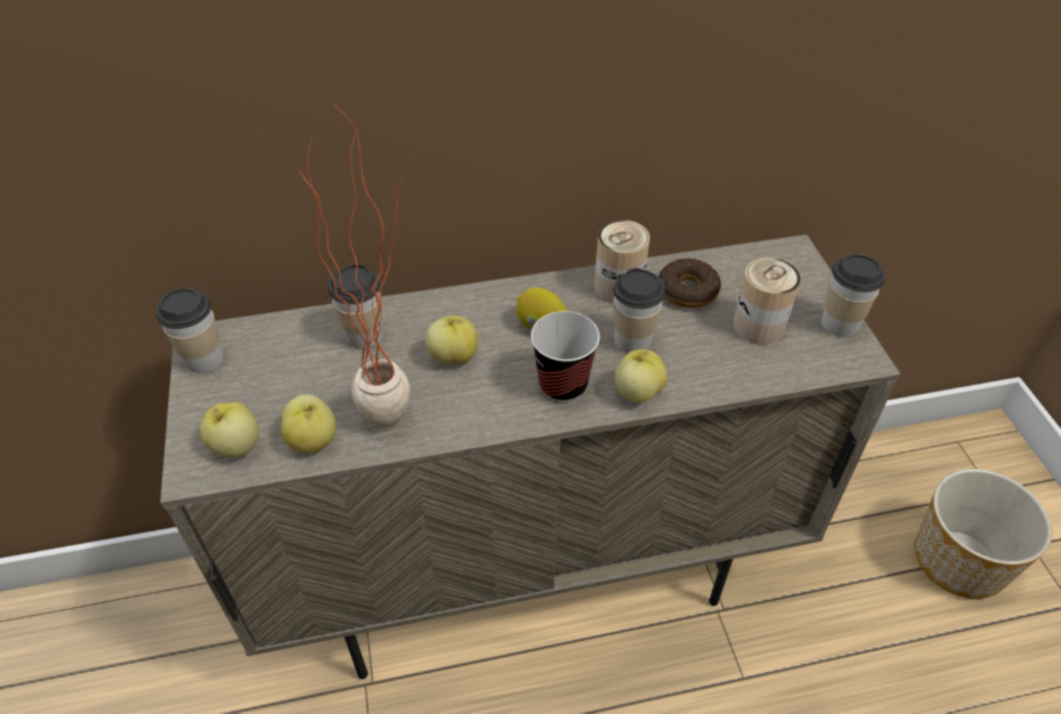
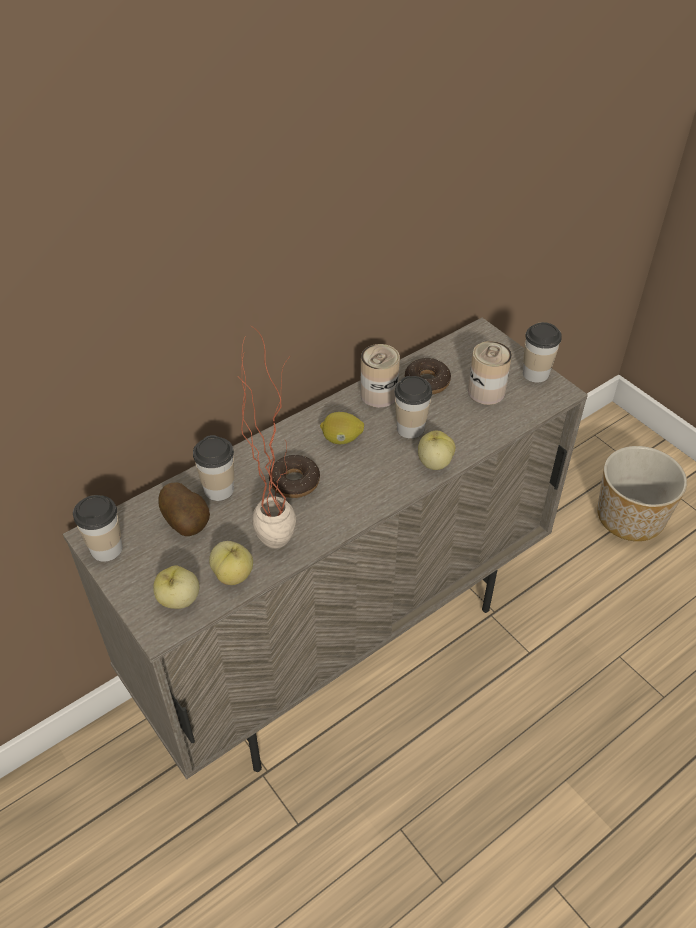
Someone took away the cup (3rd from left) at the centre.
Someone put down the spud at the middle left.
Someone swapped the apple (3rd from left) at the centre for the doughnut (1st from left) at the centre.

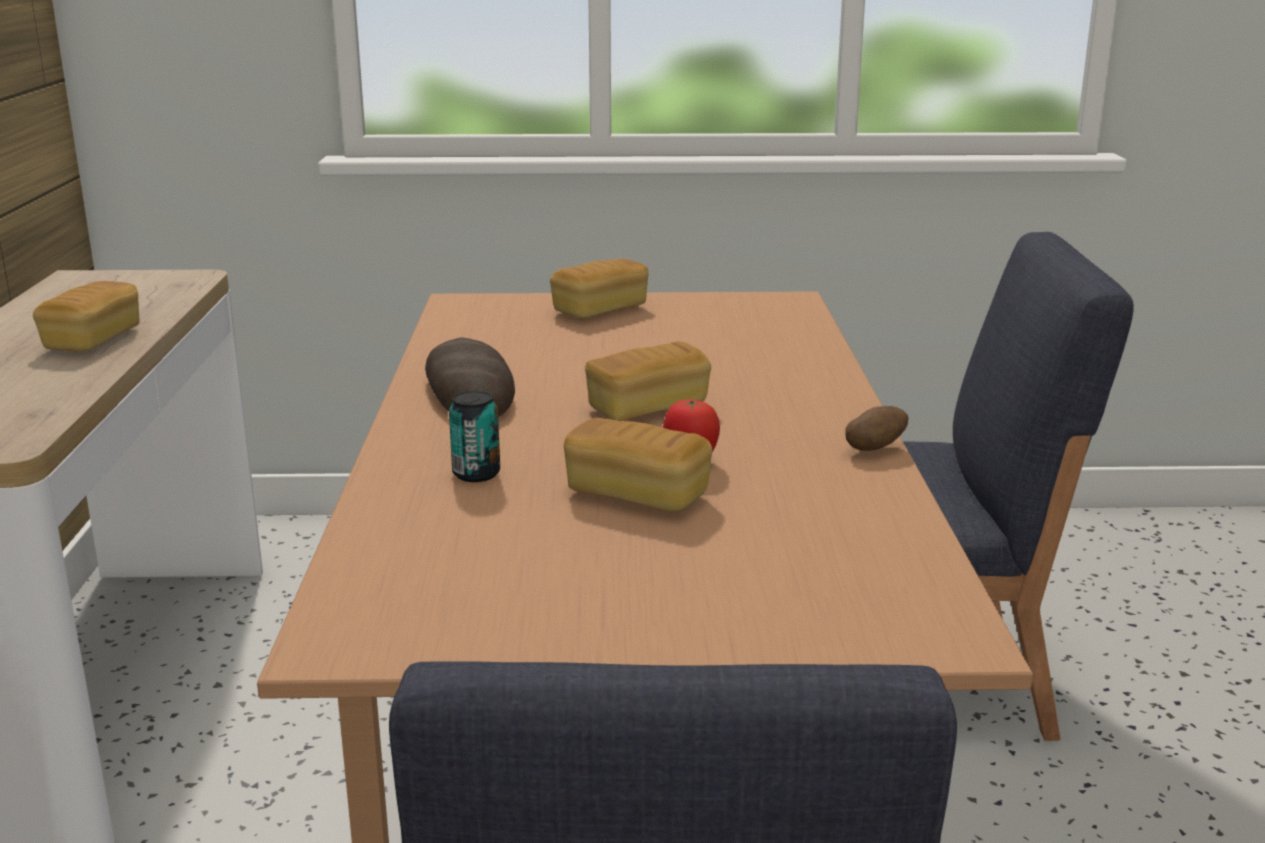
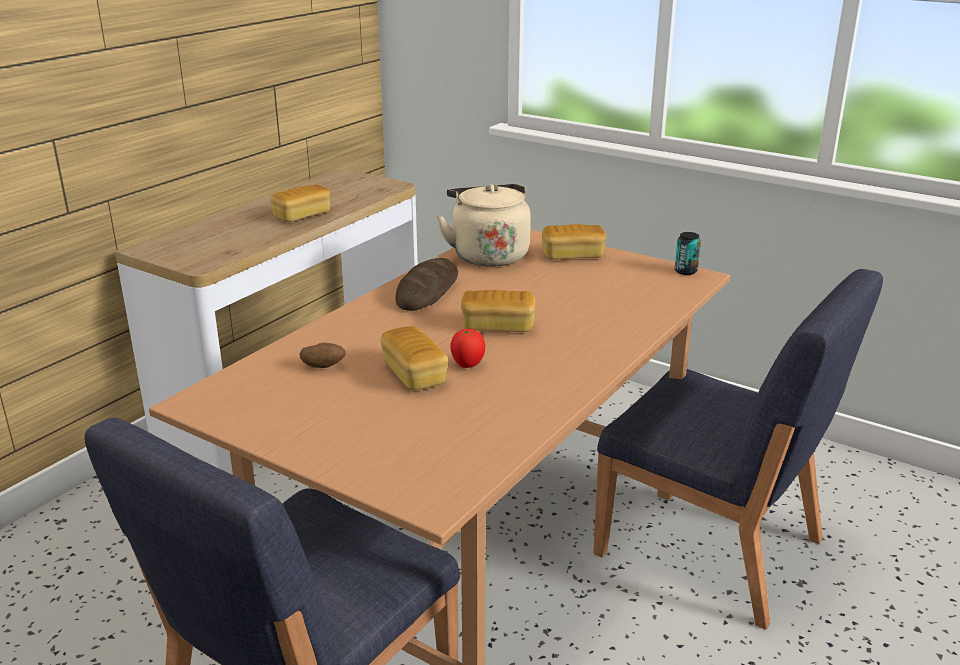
Someone put down the sand-coloured_tea_kettle at the centre.
Someone carried the metal_can from the centre to the middle right.
Someone carried the spud from the middle right to the centre.

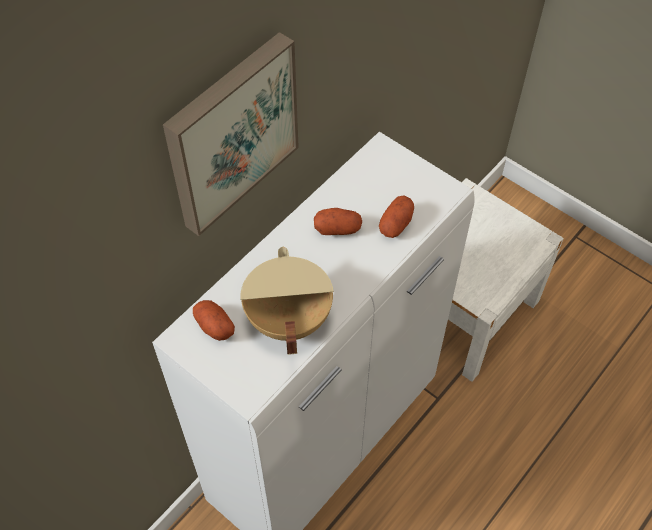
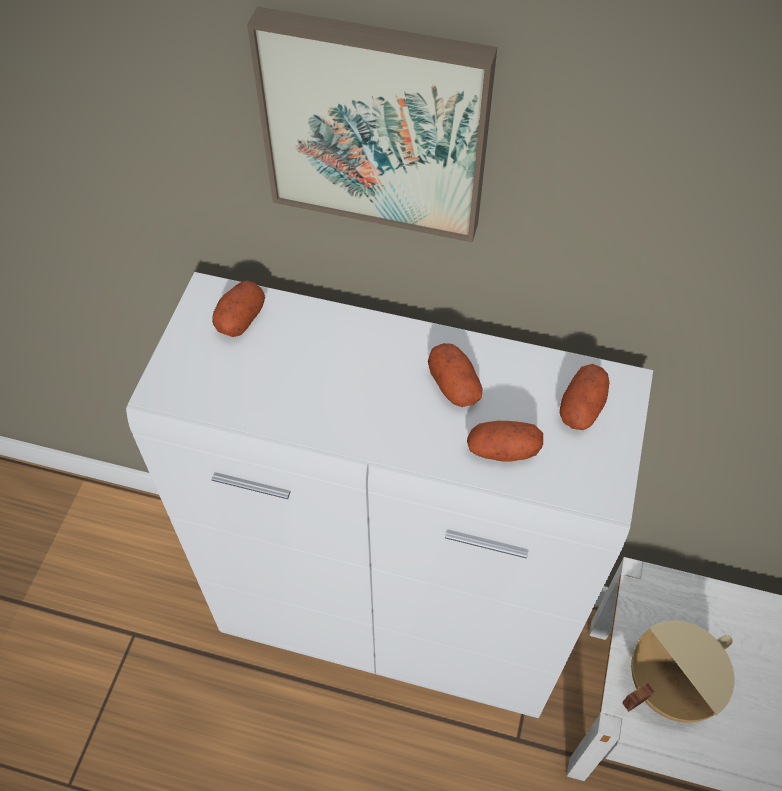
Someone put down the spud (4th from left) at the middle right.
Someone carried the sand-coloured_stockpot from the centre to the bottom right.

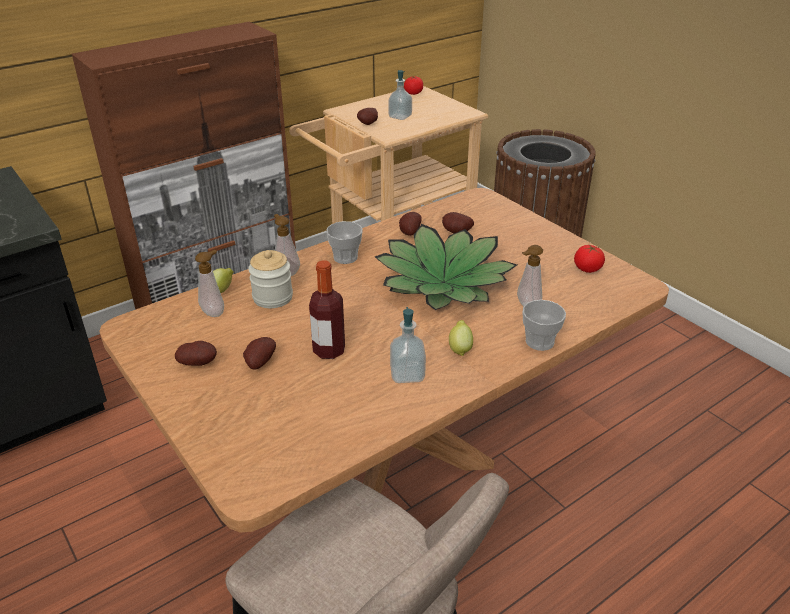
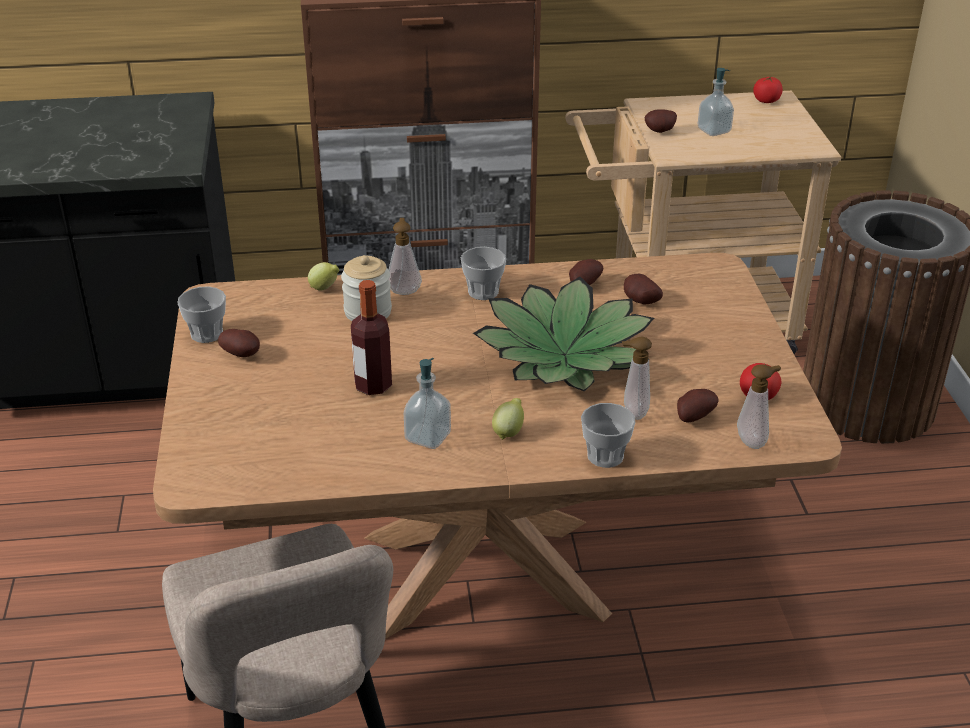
Someone put down the cup (1st from left) at the middle left.
Someone carried the liquid_soap_bottle (1st from left in the first image) from the middle left to the middle right.
Someone carried the spud (2nd from left in the first image) from the middle left to the middle right.

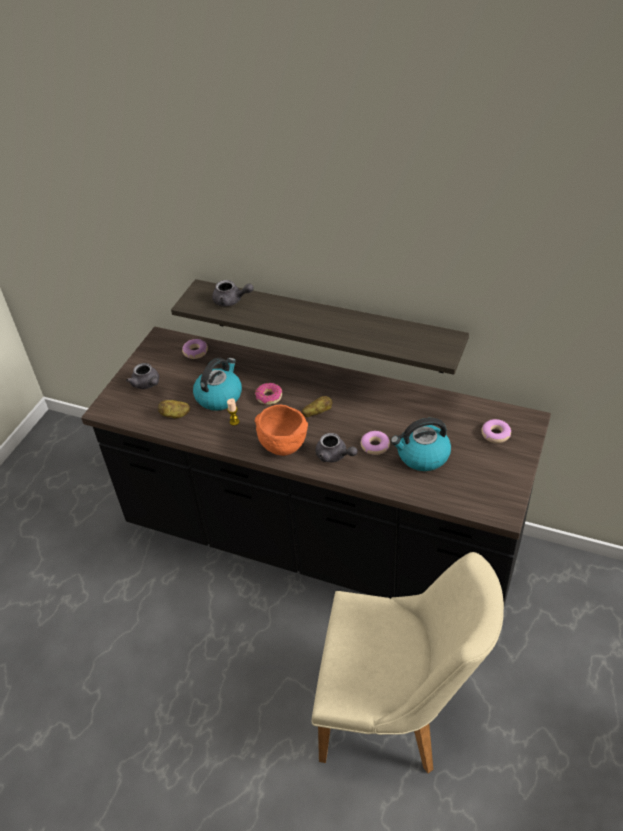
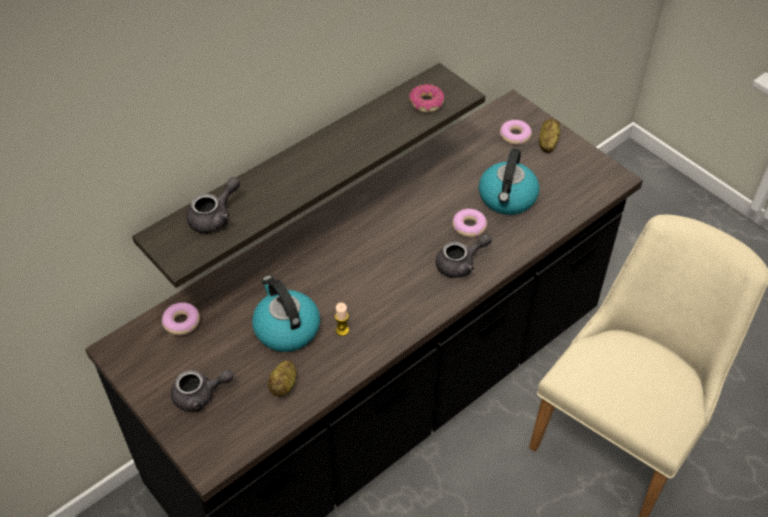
Someone took away the orange-coloured_deep_dish at the centre.
Someone carried the doughnut (2nd from left) from the centre to the top centre.
Someone carried the spud (2nd from left) from the centre to the top right.

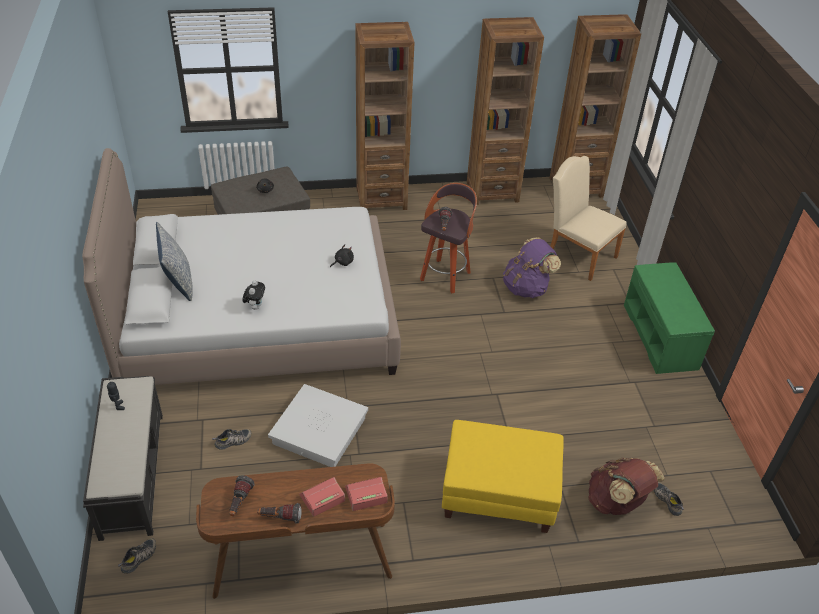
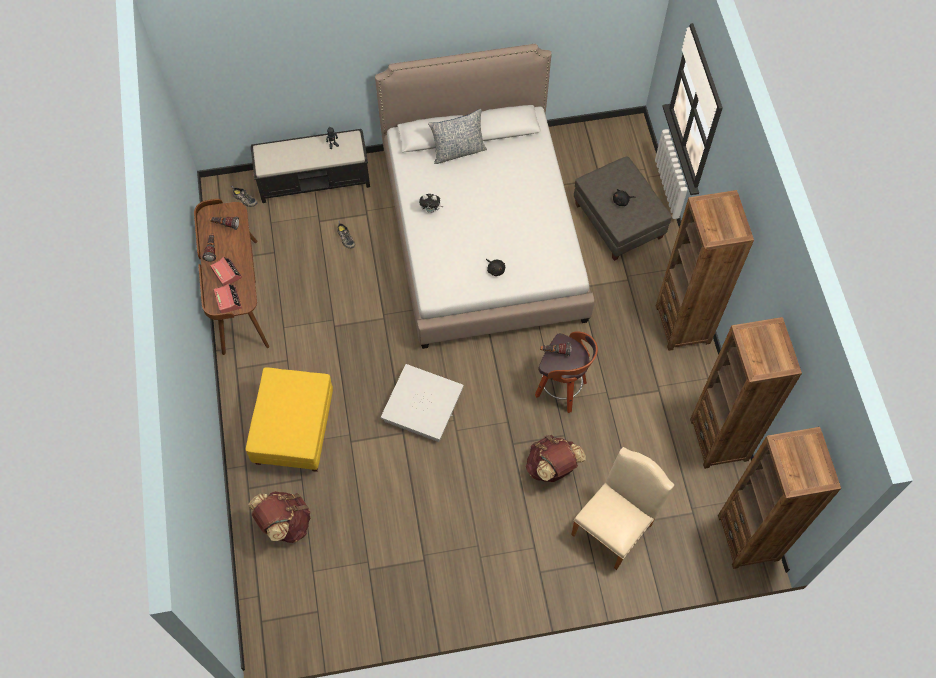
Someone took away the greenish_long_seat at the middle right.
Someone took away the item_of_footwear (3rd from left) at the bottom right.
Someone carried the whitish_storage_container from the bottom centre to the centre.
Someone repainted the purple-coloured_knapsack at the centre, which became the brownish_knapsack (2nd from left) at the bottom centre.

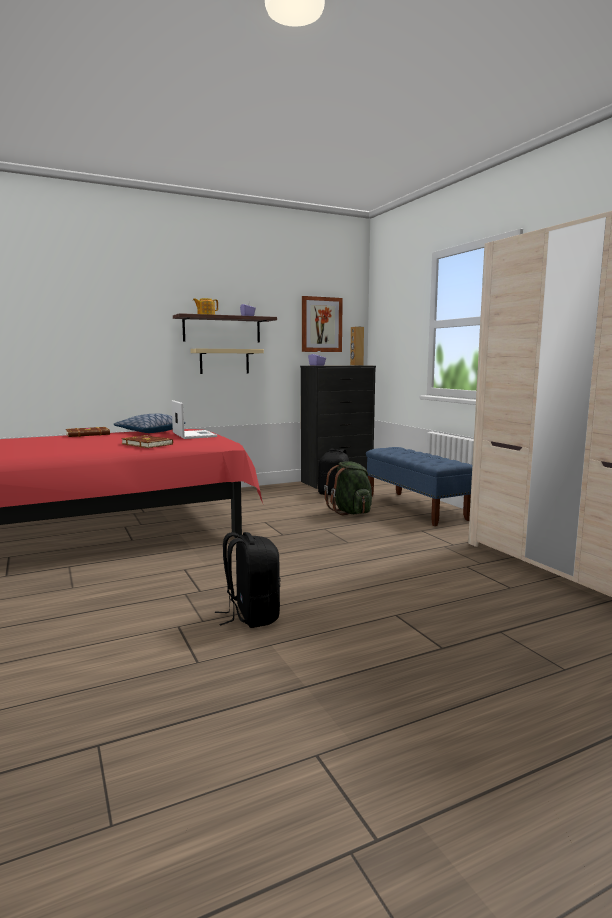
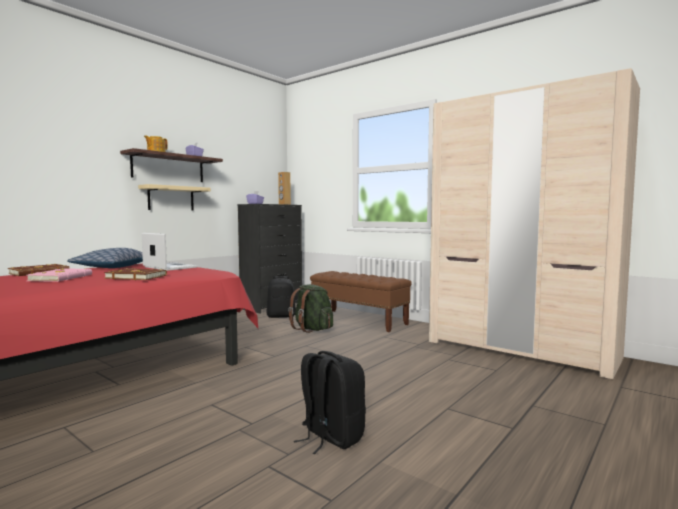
Someone took away the wall_art at the centre.
Someone put down the pinkish_bound_book at the middle left.
Someone repainted the blue-coloured_long_seat at the middle right, which became the brownish_long_seat at the centre.

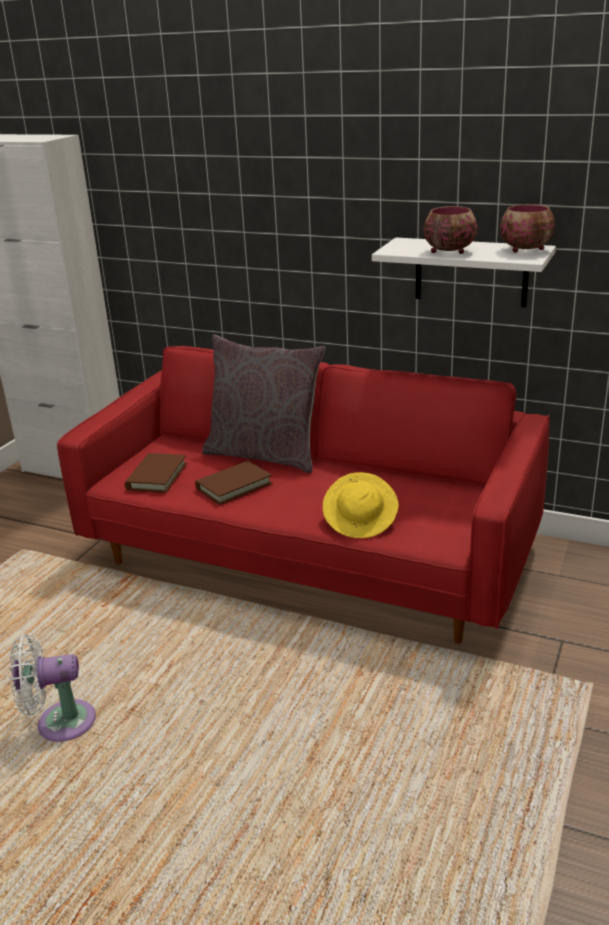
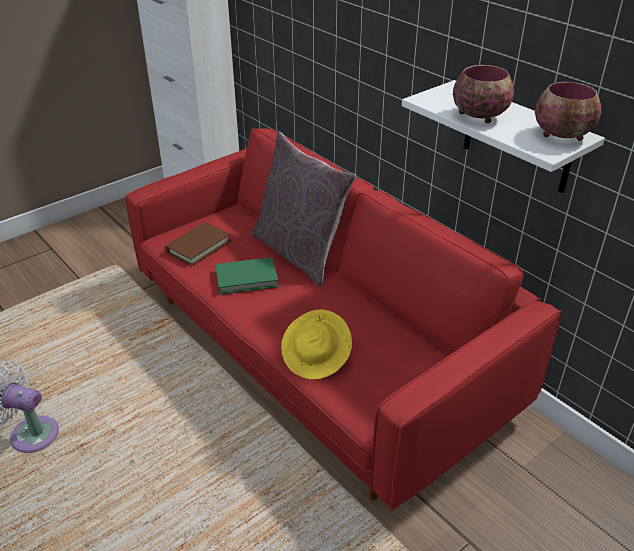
Someone repainted the brownish_bound_book (2nd from left) at the centre, which became the greenish_bound_book at the centre.

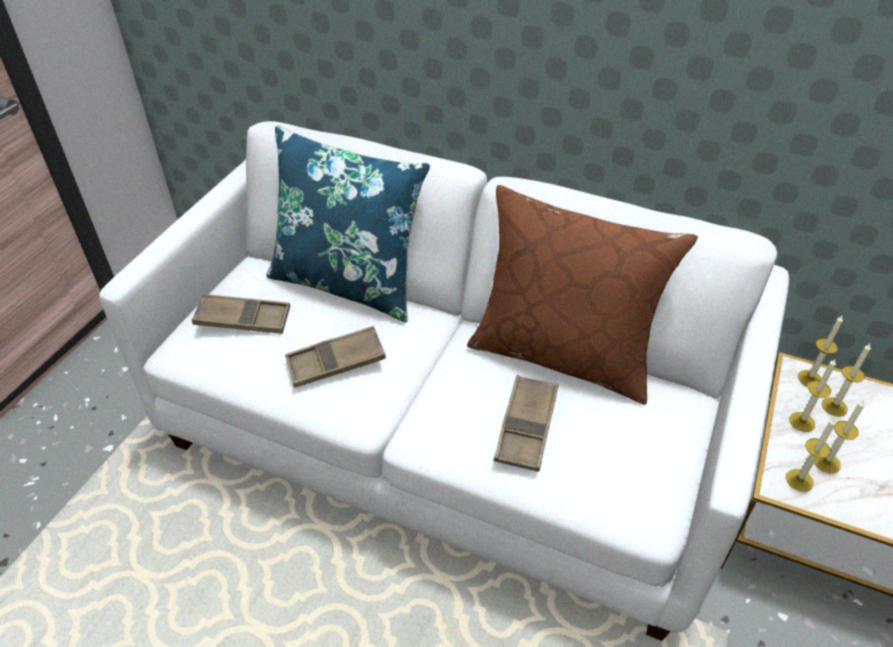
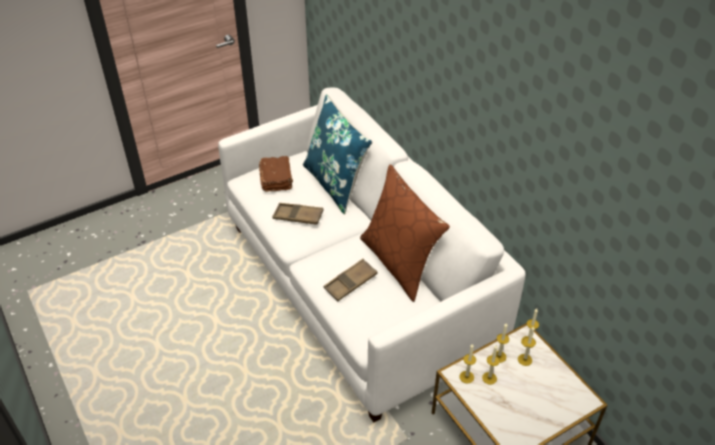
Someone swapped the brownish_tray (1st from left) at the middle left for the brownish_bound_book at the centre.

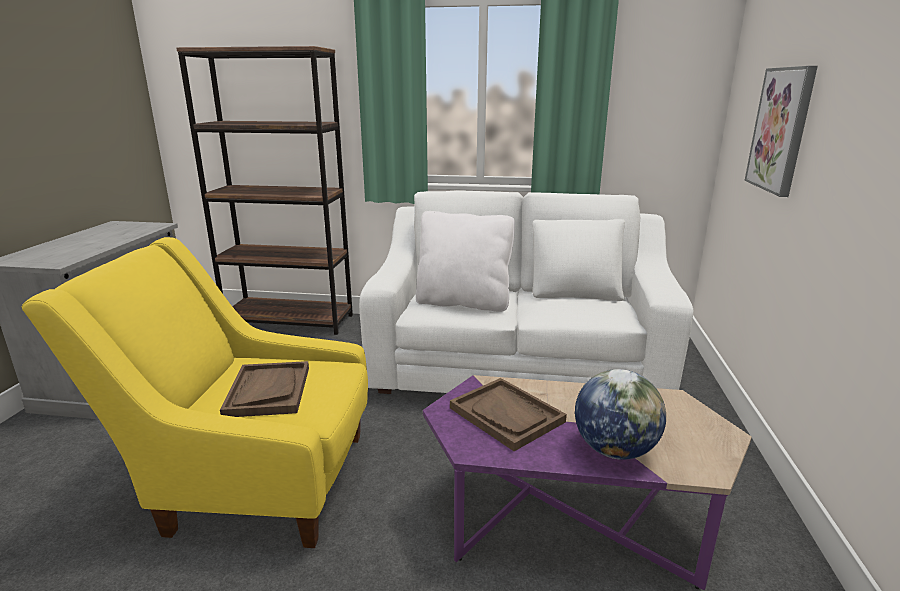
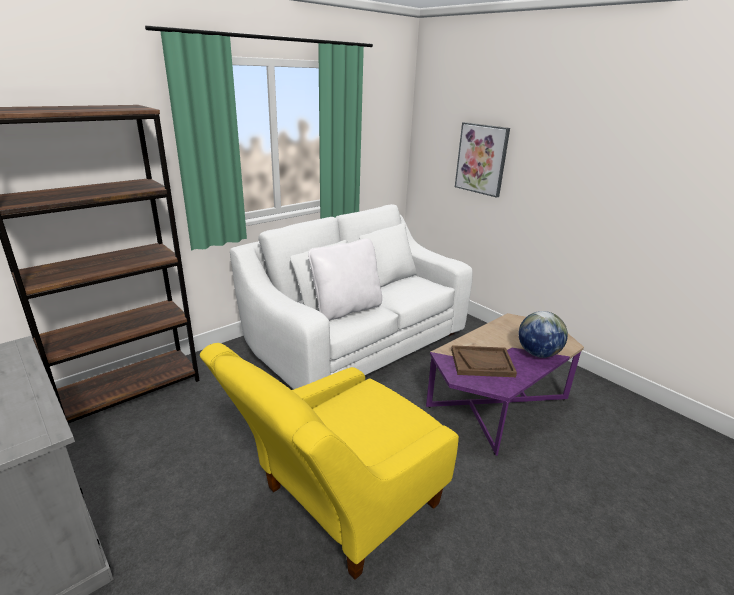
Someone took away the brownish_tray (1st from left) at the middle left.

